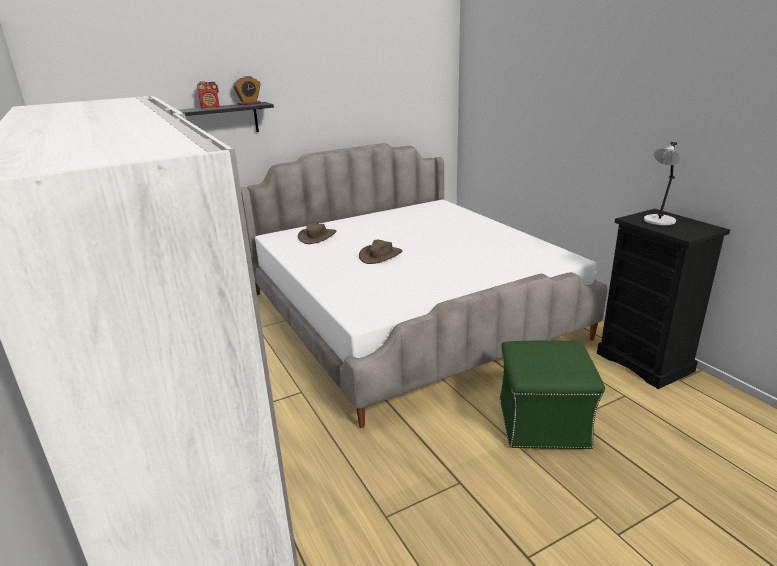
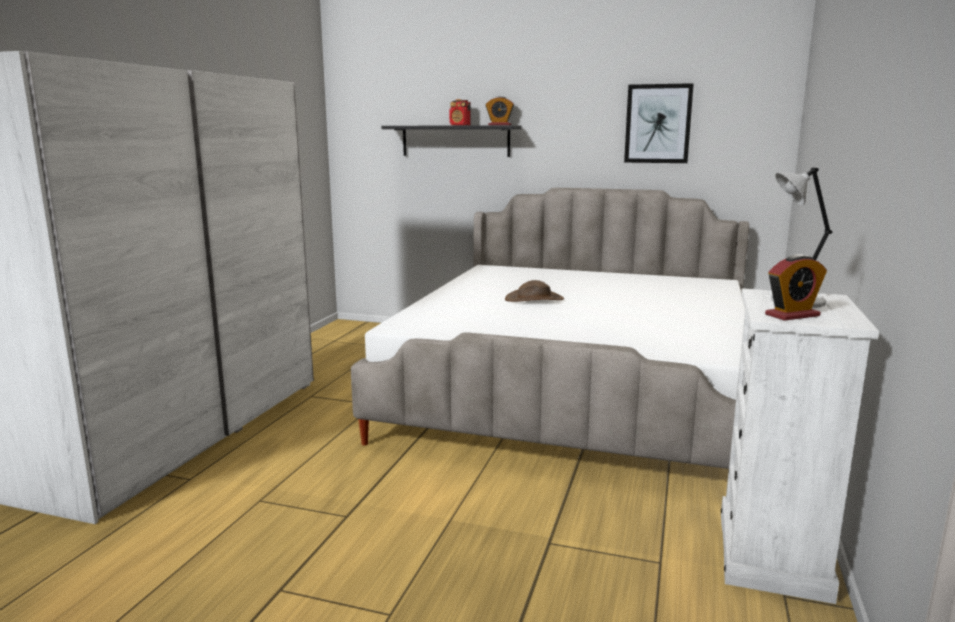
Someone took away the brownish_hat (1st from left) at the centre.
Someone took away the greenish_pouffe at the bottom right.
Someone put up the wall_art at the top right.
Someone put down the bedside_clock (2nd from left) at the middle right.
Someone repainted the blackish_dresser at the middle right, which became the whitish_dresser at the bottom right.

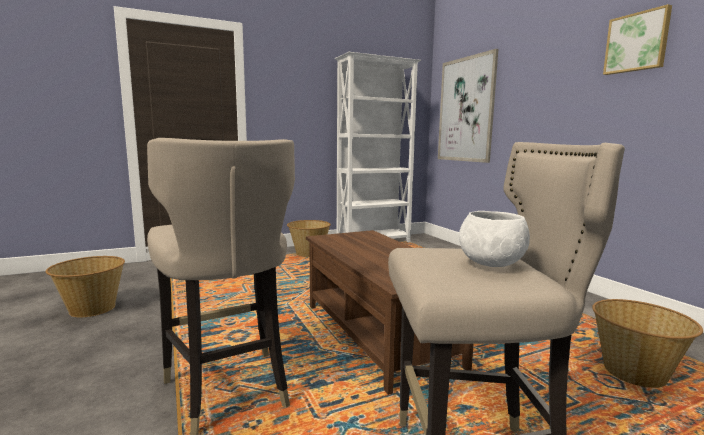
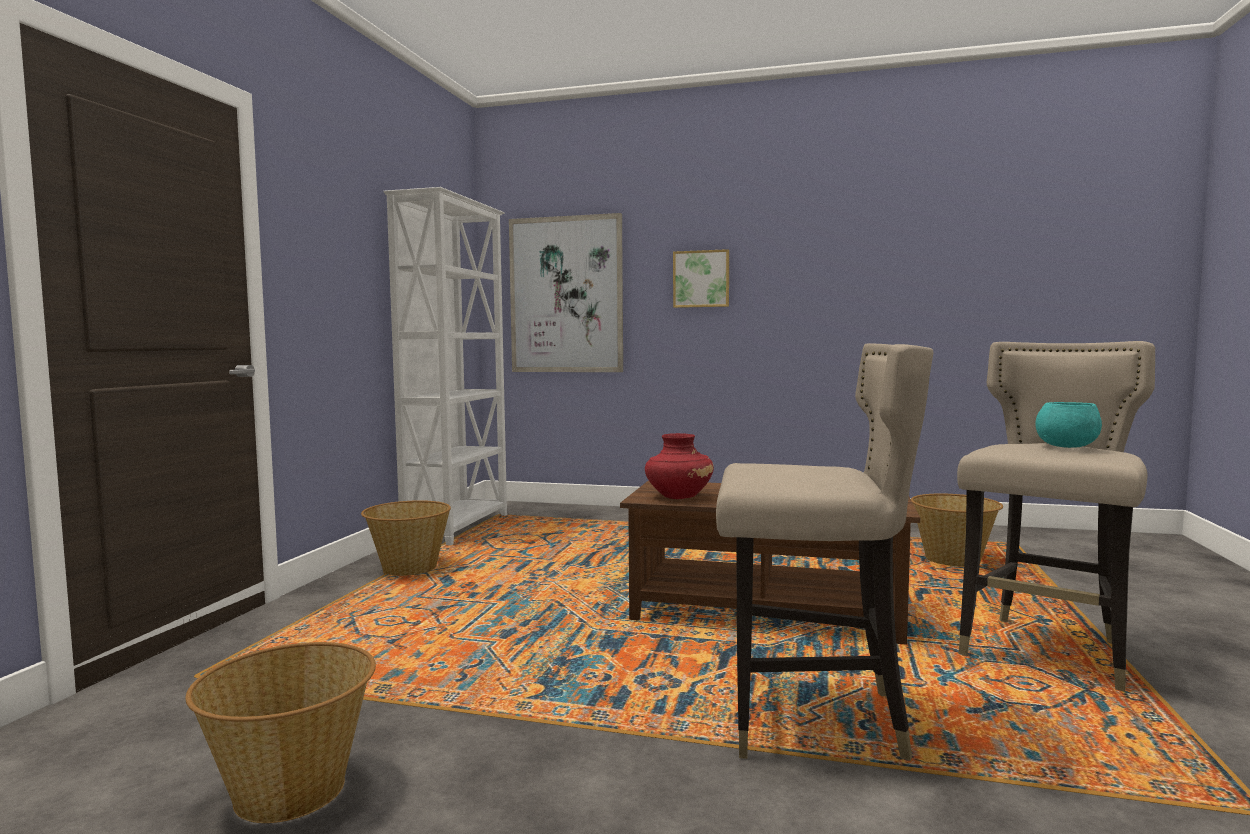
Someone put down the red_decorative_vase at the centre.
Someone carried the wall_art (2nd from left) from the top right to the centre.
Someone repainted the whitish_deep_dish at the middle right, which became the blue-green_deep_dish at the middle right.

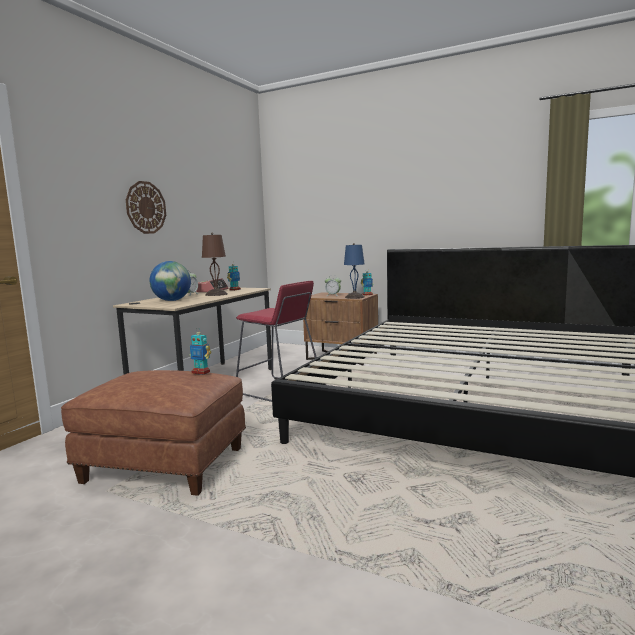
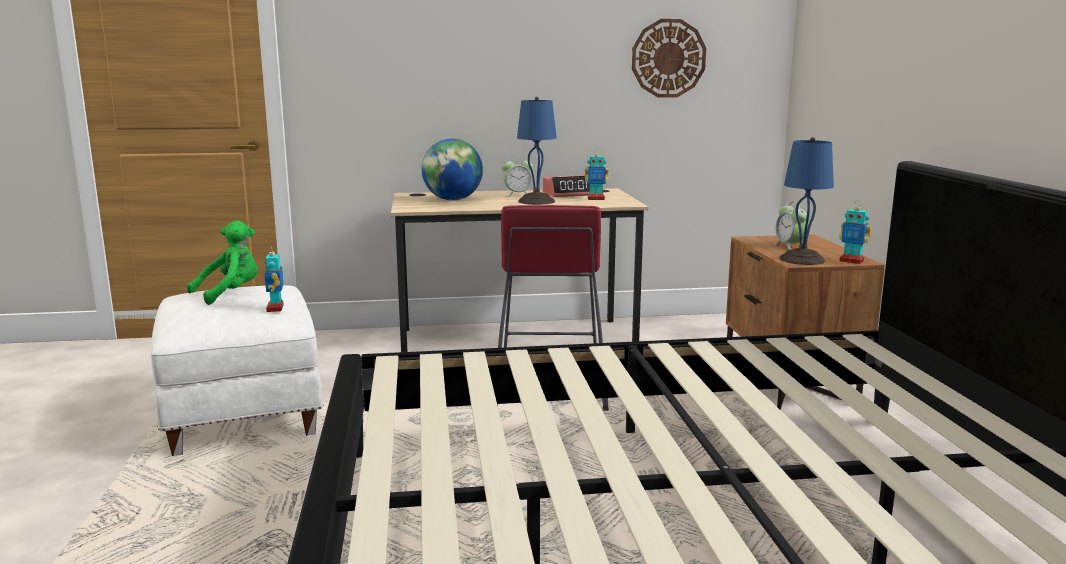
Someone put down the greenish_plush_toy at the middle left.
Someone carried the clock_on_the_wall from the top left to the top centre.
Someone repainted the brownish_pouffe at the bottom left, which became the whitish_pouffe at the middle left.
Someone repainted the brownish_lamp_for_a_table at the centre, which became the blue-coloured_lamp_for_a_table (1st from left) at the top centre.

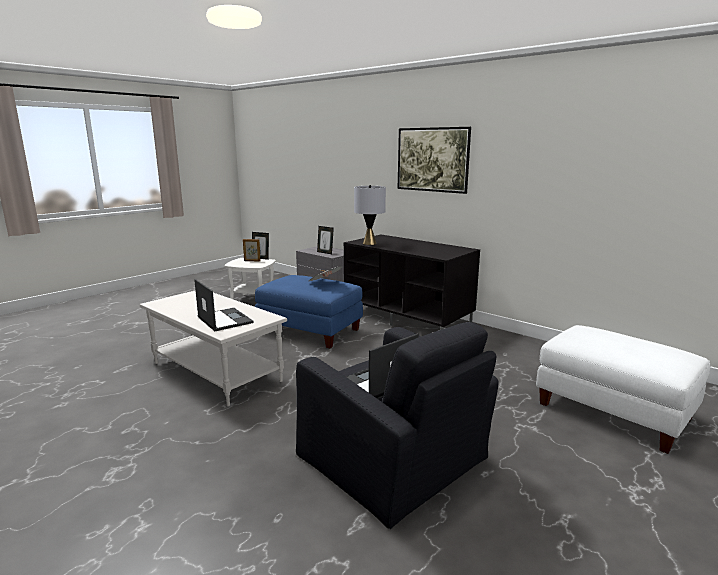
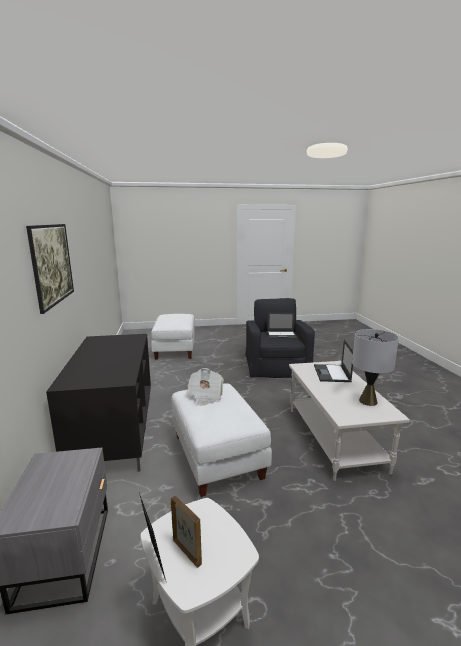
Someone took away the photo_frame (3rd from left) at the centre.
Someone carried the grey_lamp_for_a_table from the centre to the middle right.
Someone repainted the blue-coloured_pouffe at the centre, which became the whitish_pouffe (2nd from left) at the bottom centre.

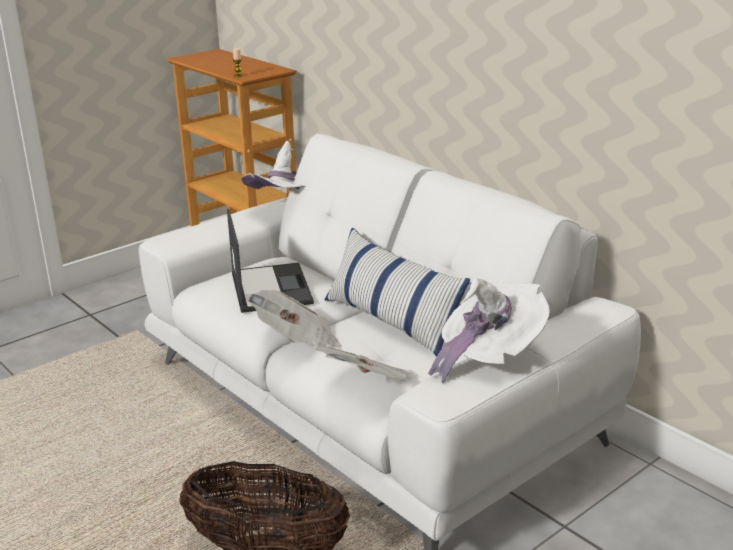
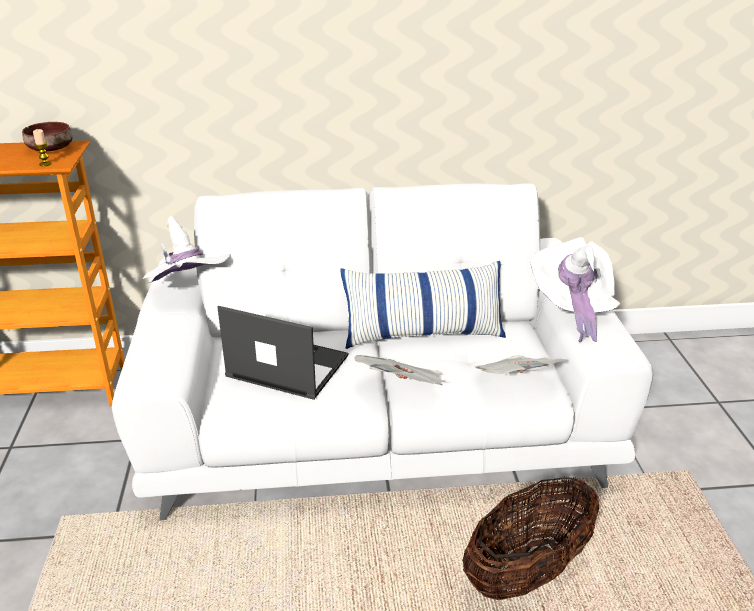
Someone put down the brownish_deep_dish at the top left.

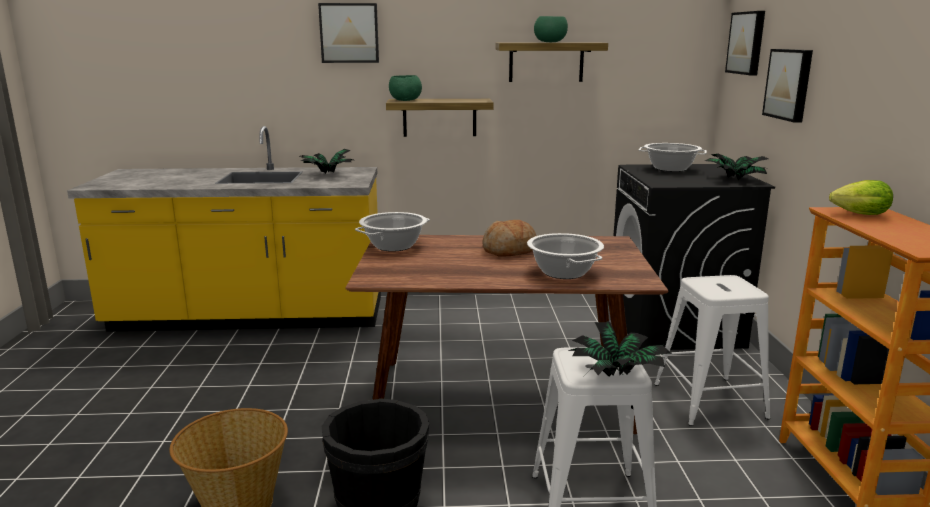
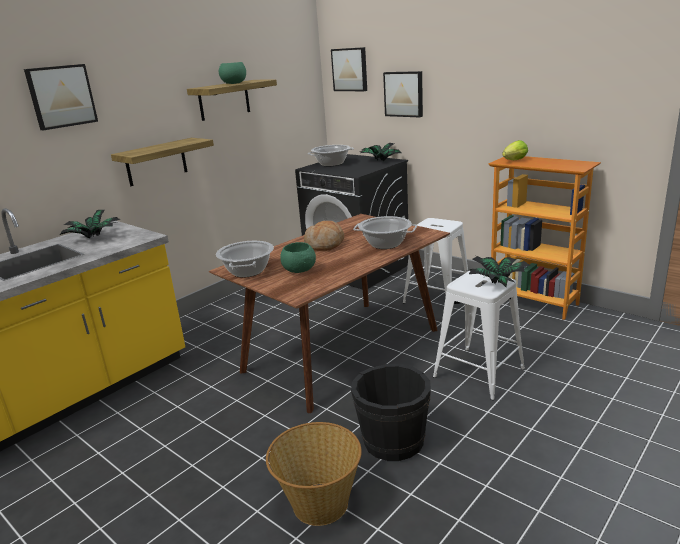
Someone carried the greenish_deep_dish (1st from left in the first image) from the top centre to the centre.

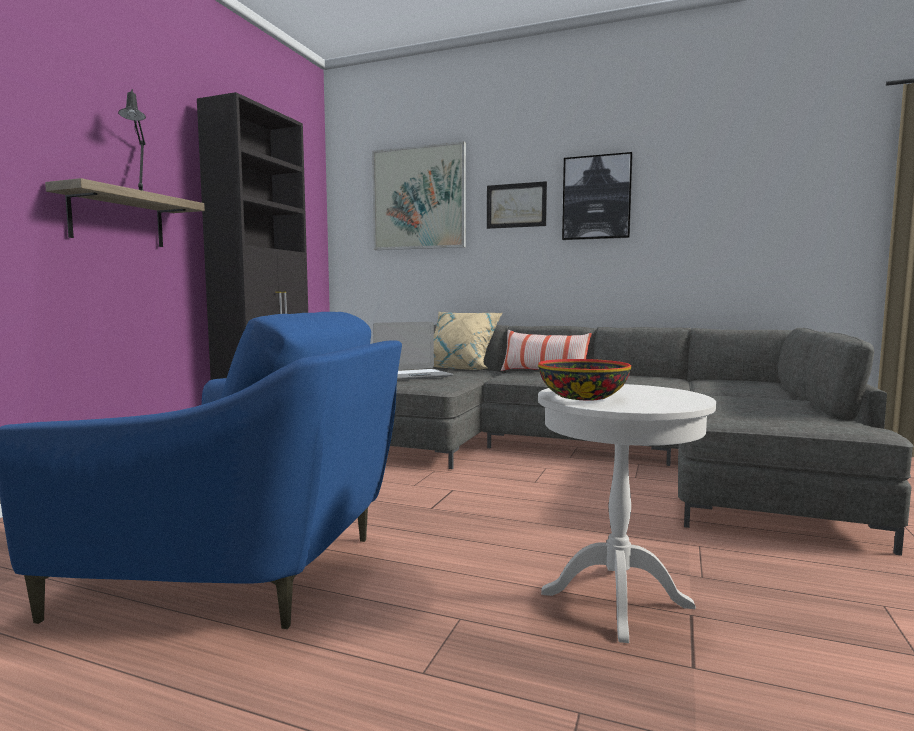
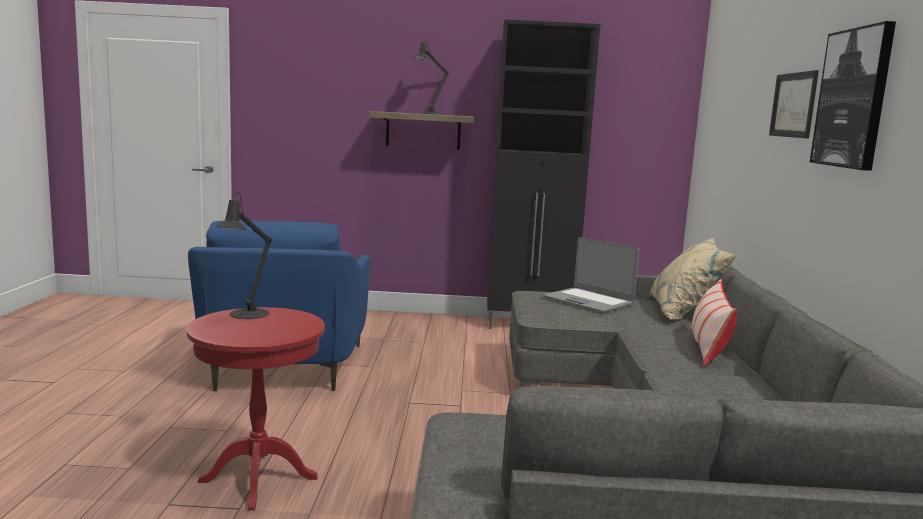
Someone took away the wall_art (1st from left) at the top centre.
Someone swapped the deep_dish at the centre for the blackish_lamp_for_a_table (1st from left) at the middle left.
Someone repainted the whitish_side_table at the bottom right, which became the red_side_table at the bottom left.

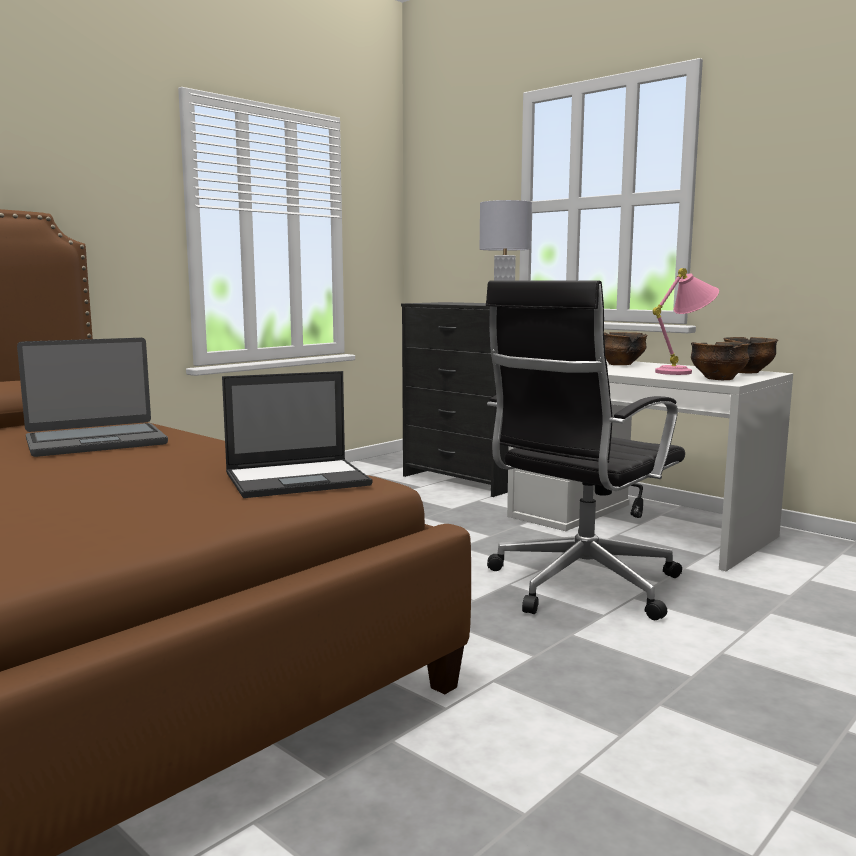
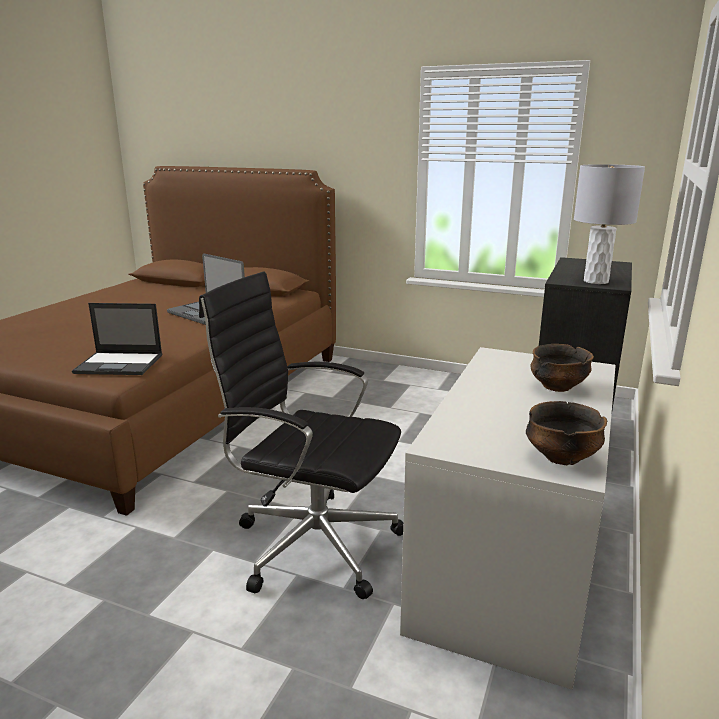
Someone took away the pinkish_lamp_for_a_table at the middle right.
Someone took away the deep_dish (2nd from left) at the middle right.
Someone rotated the notebook_computer (2nd from left in the first image) at the centre by 45 degrees counterclockwise.

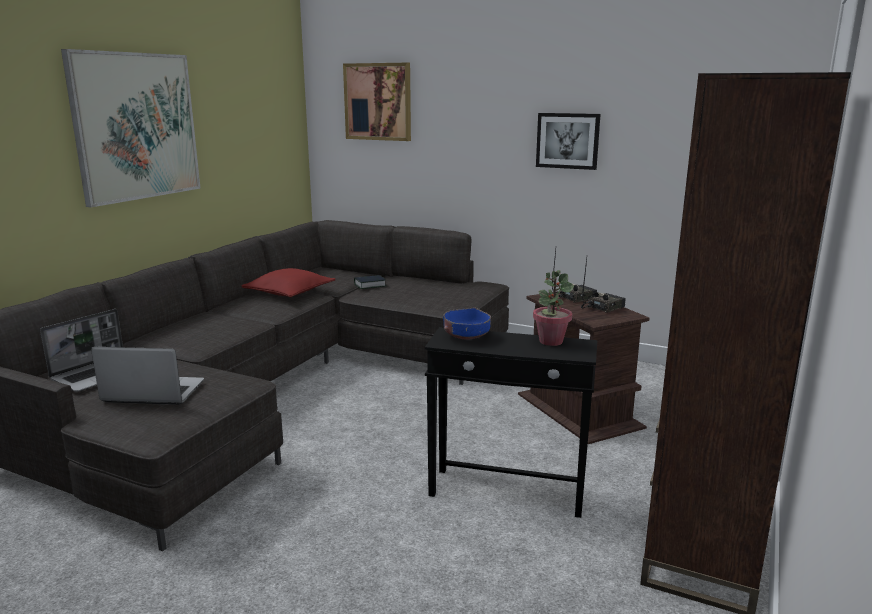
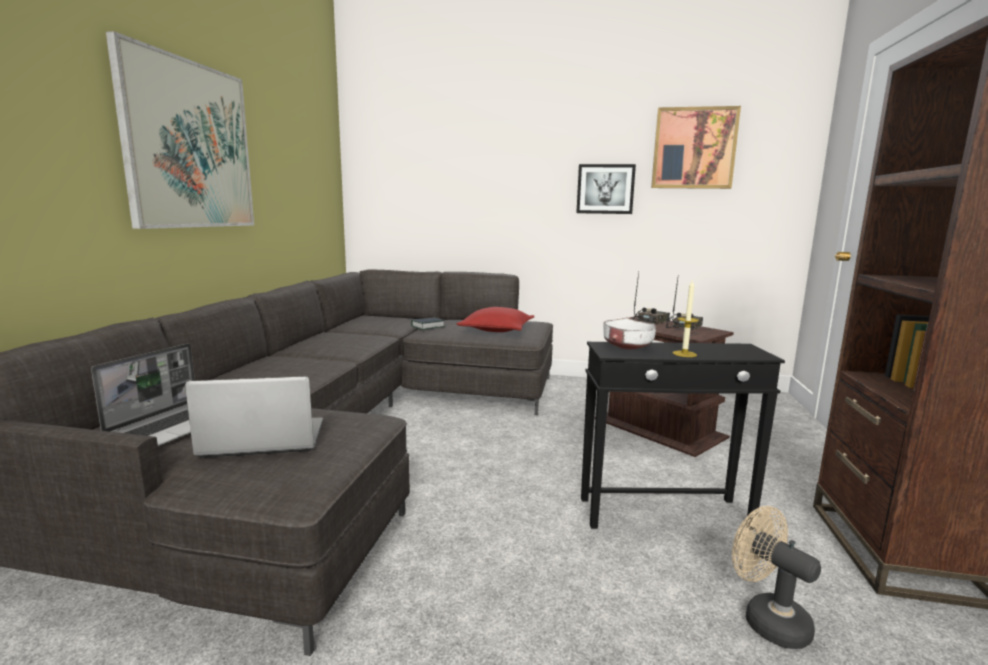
Someone took away the potted_plant at the centre.
Someone put down the wax_candle at the middle right.
Someone put down the sand-coloured_cooling_fan at the bottom right.
Someone carried the red_cushion from the middle left to the centre.
Someone carried the wall_art (2nd from left in the first image) from the top centre to the top right.
Someone repainted the blue-coloured_deep_dish at the centre, which became the whitish_deep_dish at the centre.

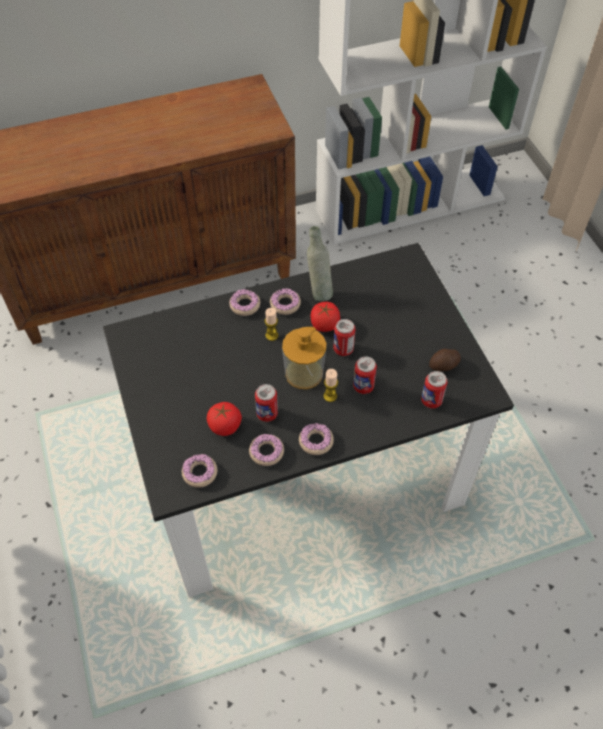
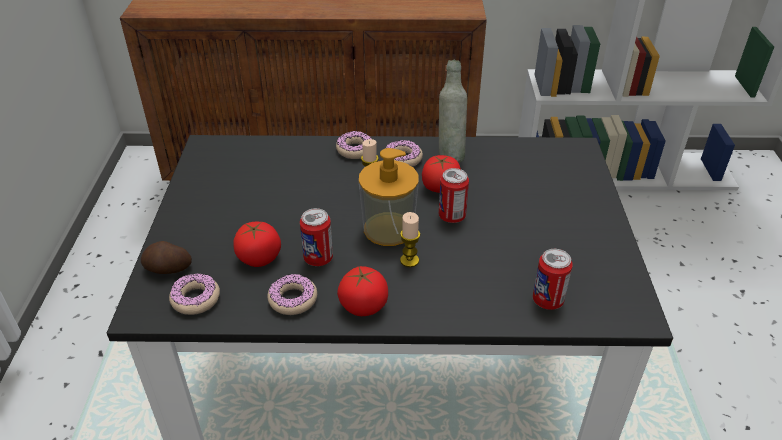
Someone took away the metal_can (3rd from left) at the centre.
Someone carried the spud from the middle right to the middle left.
Someone swapped the doughnut (5th from left) at the centre for the whole_tomato (2nd from left) at the centre.

